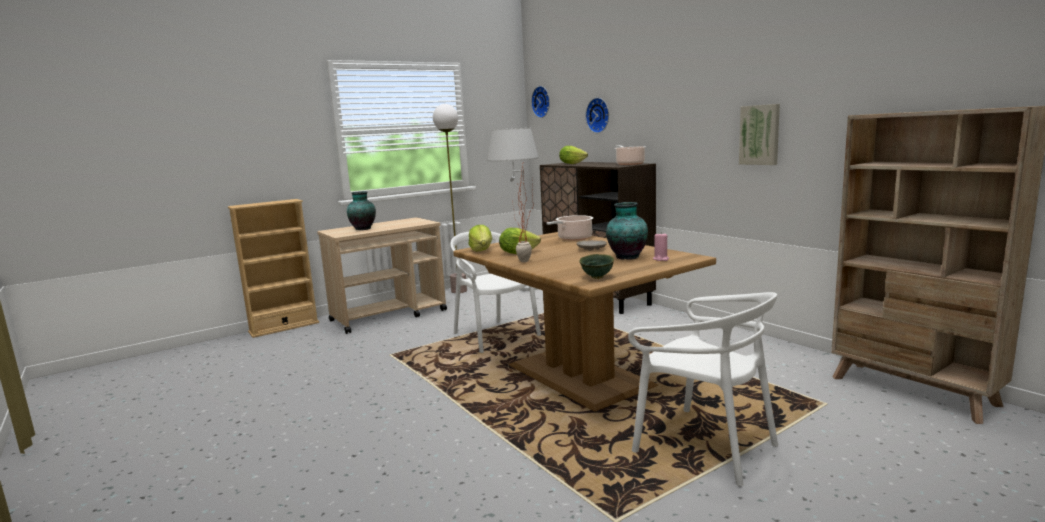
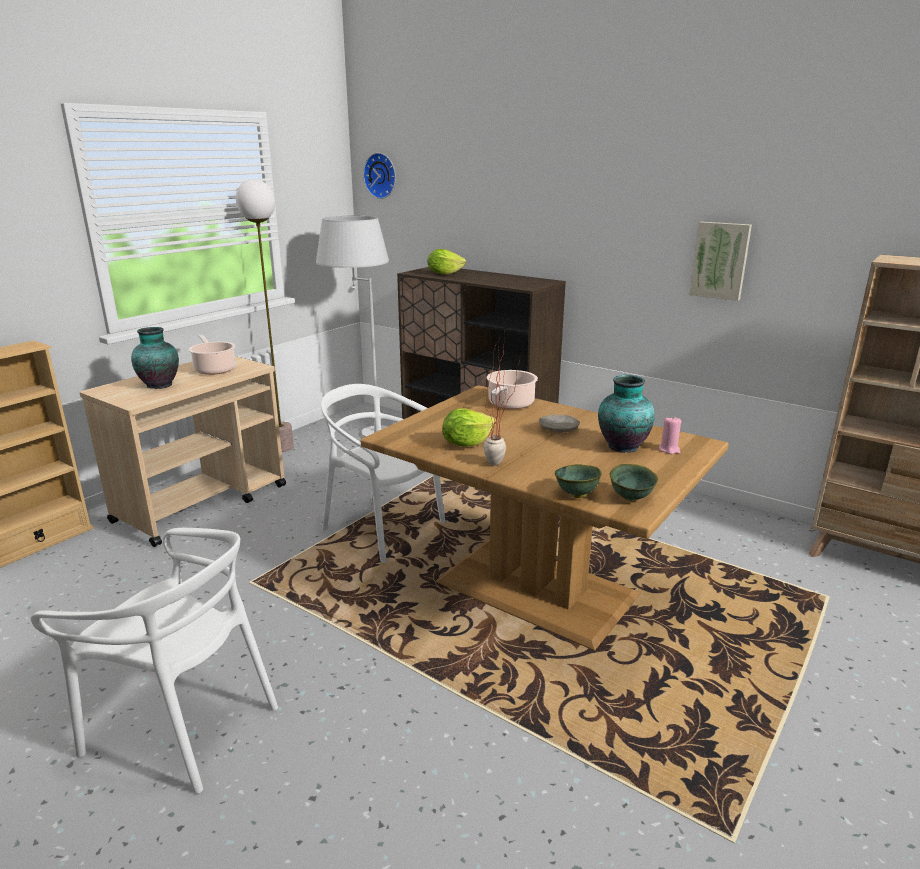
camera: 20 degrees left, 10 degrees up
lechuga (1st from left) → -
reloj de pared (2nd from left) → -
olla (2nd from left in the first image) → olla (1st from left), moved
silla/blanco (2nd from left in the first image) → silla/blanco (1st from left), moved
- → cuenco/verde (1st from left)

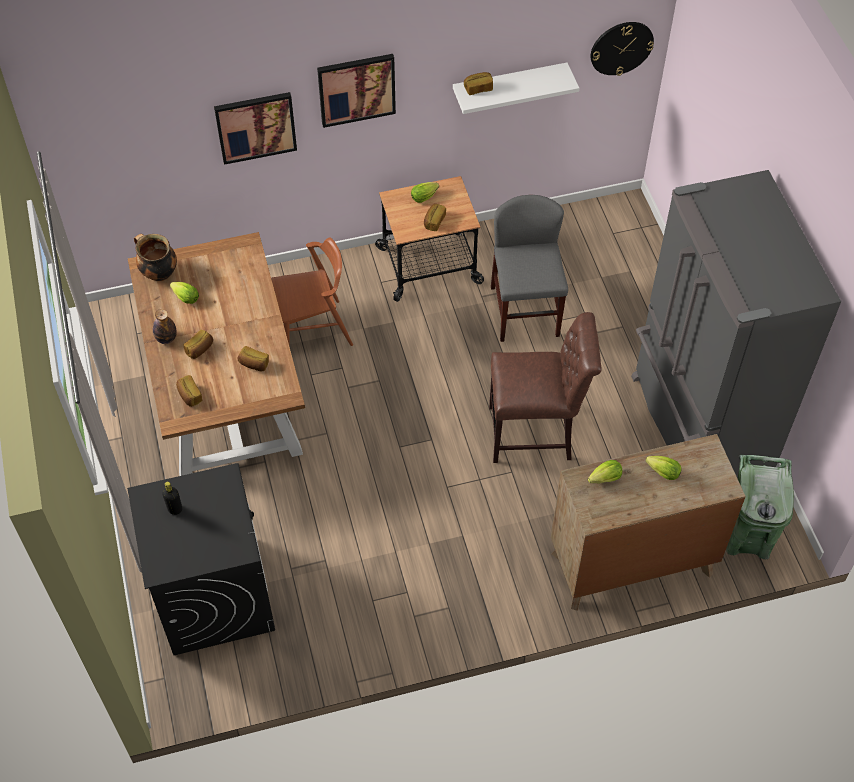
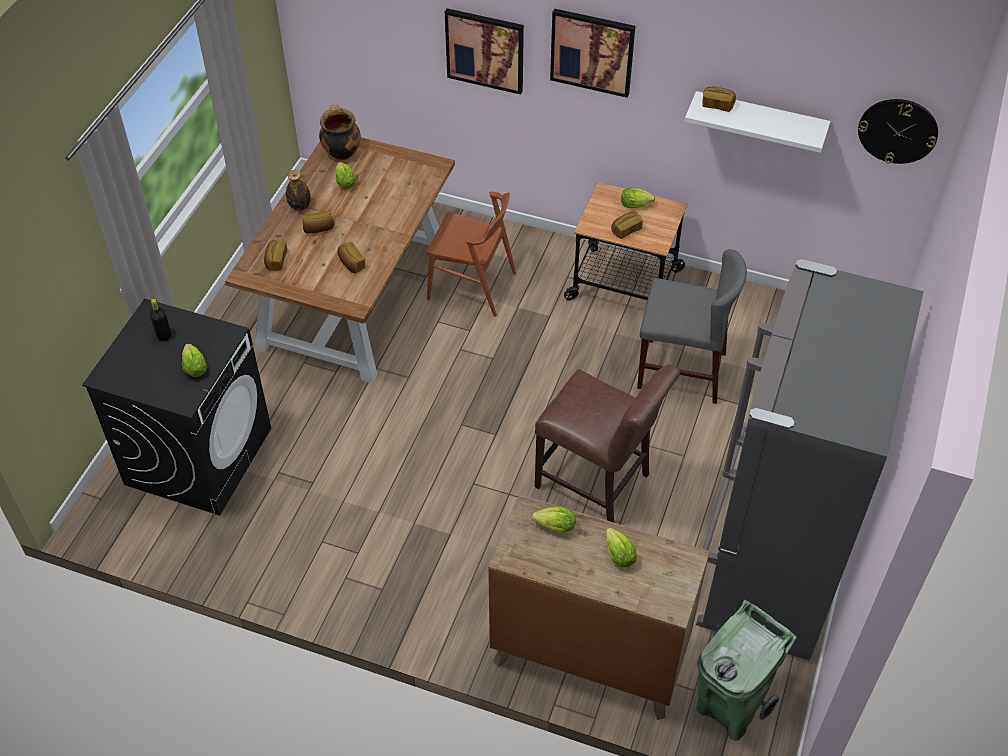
camera: 35 degrees right, 5 degrees down
silla/gris, 75 degrees clockwise
- → lechuga (1st from left)

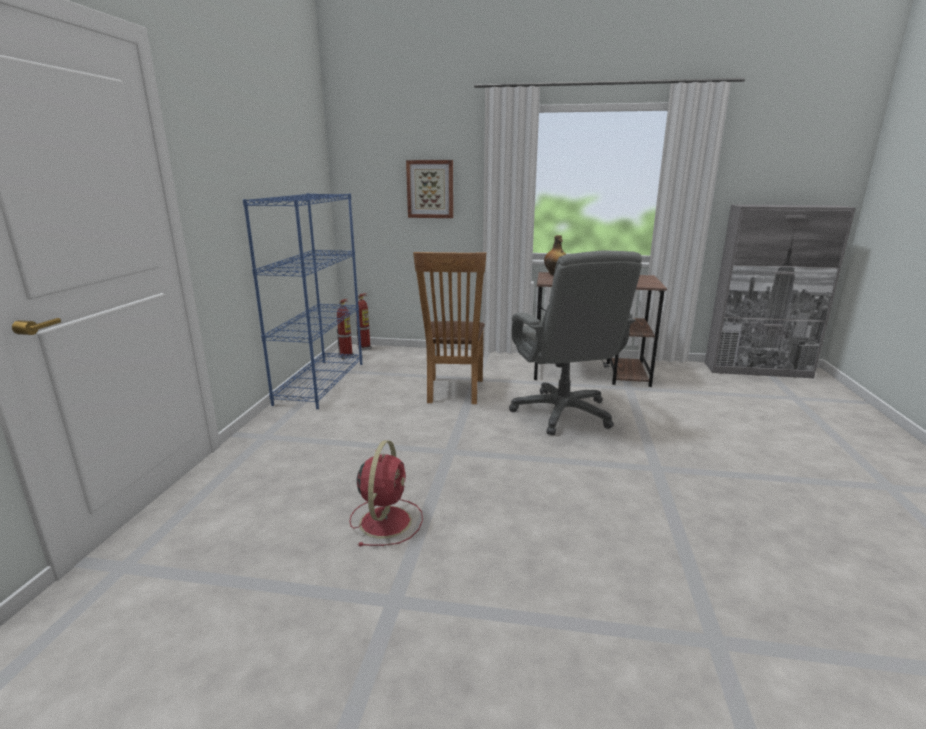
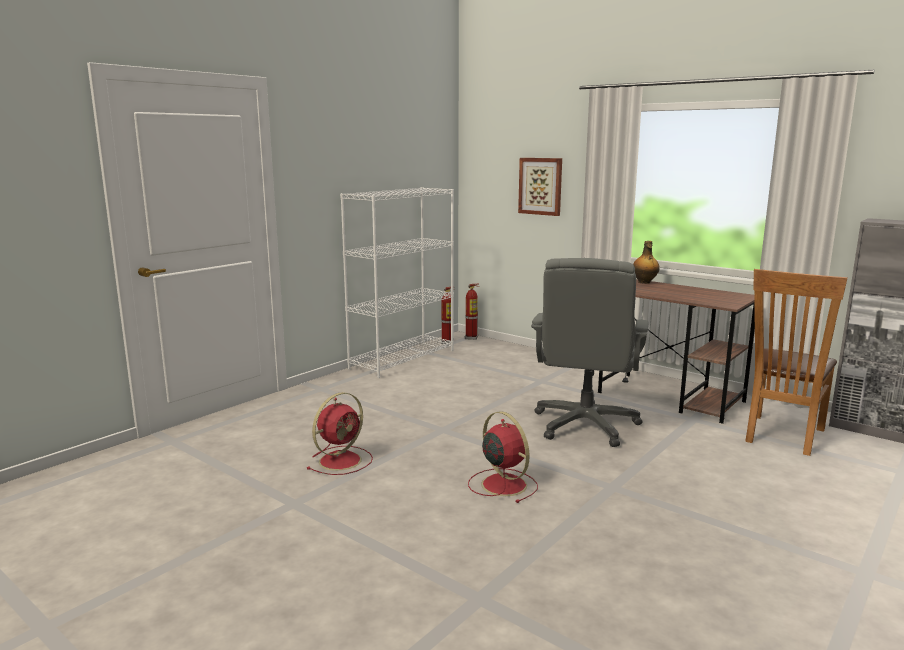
camera: 30 degrees right, 5 degrees down
estantería/azul → estantería/blanco
silla/marrón, moved
- → ventilador/rojo (2nd from left)

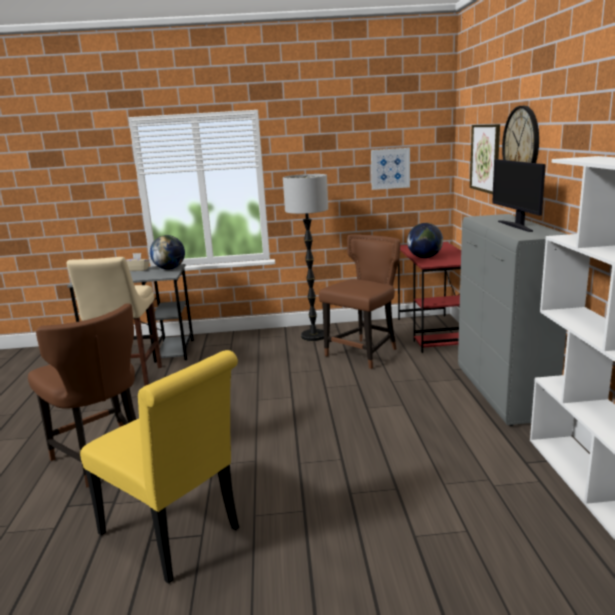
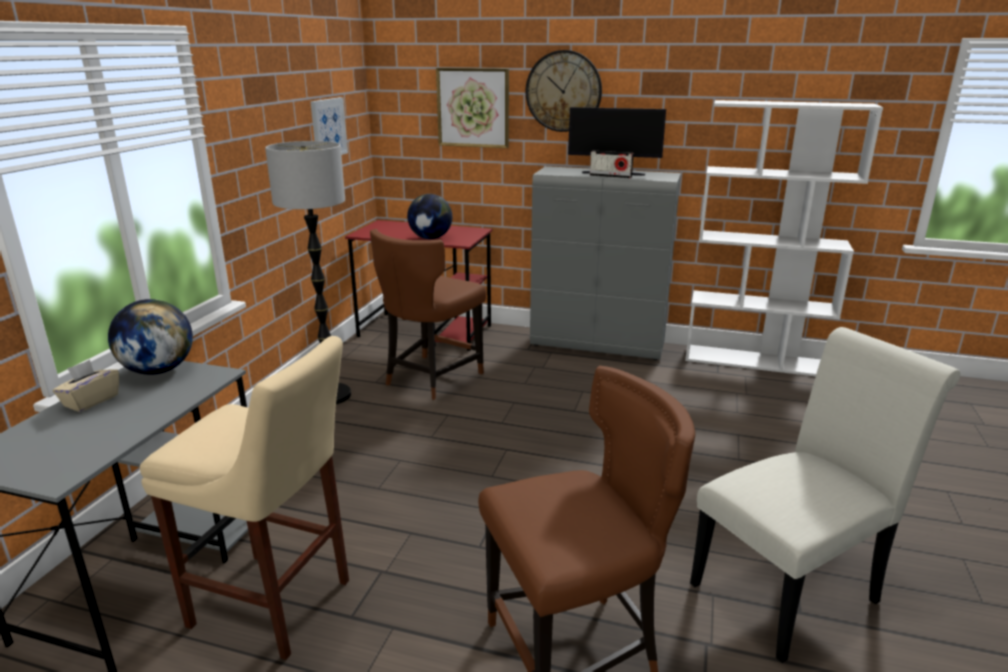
camera: 70 degrees left, 5 degrees up
silla/amarillo → silla/blanco
silla/marrón (2nd from left in the first image) → silla/marrón (1st from left), 120 degrees counterclockwise
- → radio

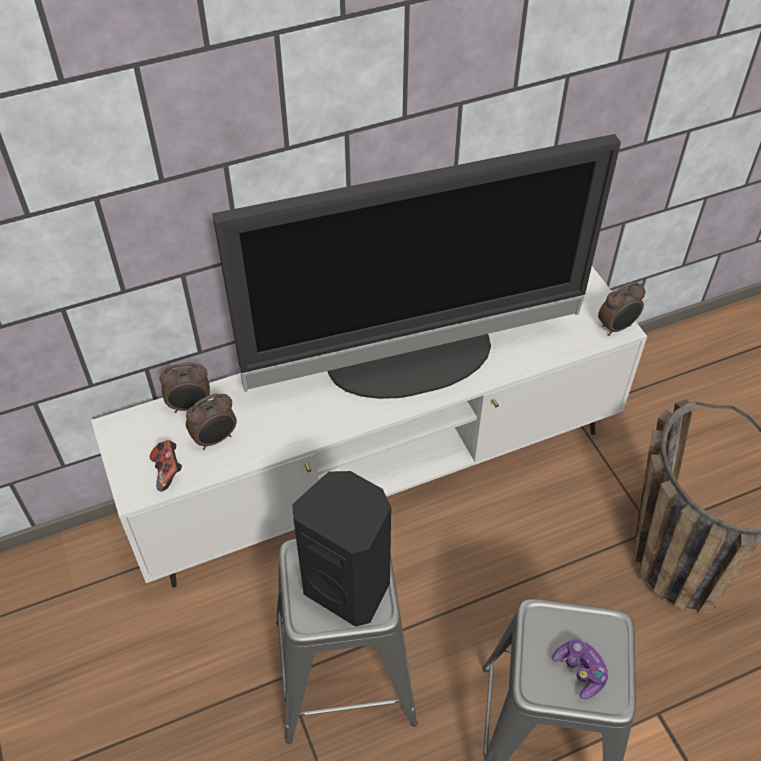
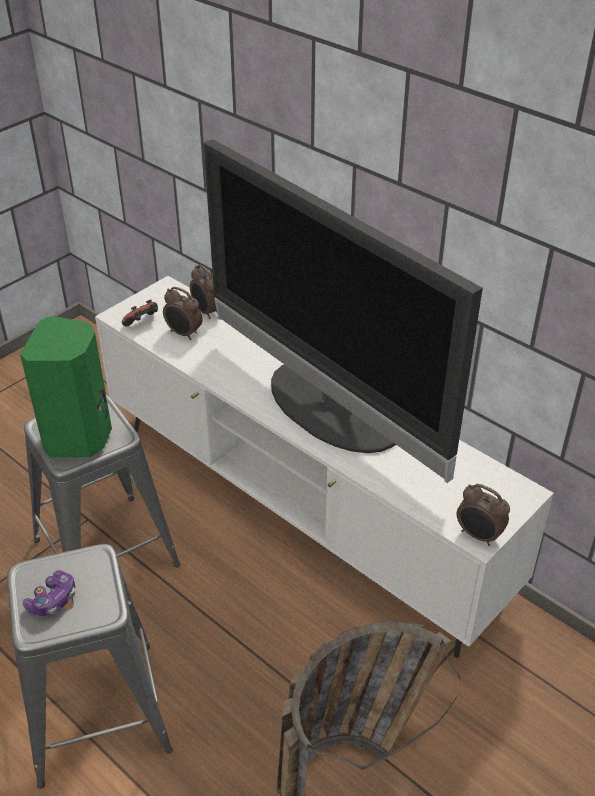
camera: 65 degrees right, 10 degrees down
altavoz/negro → altavoz/verde

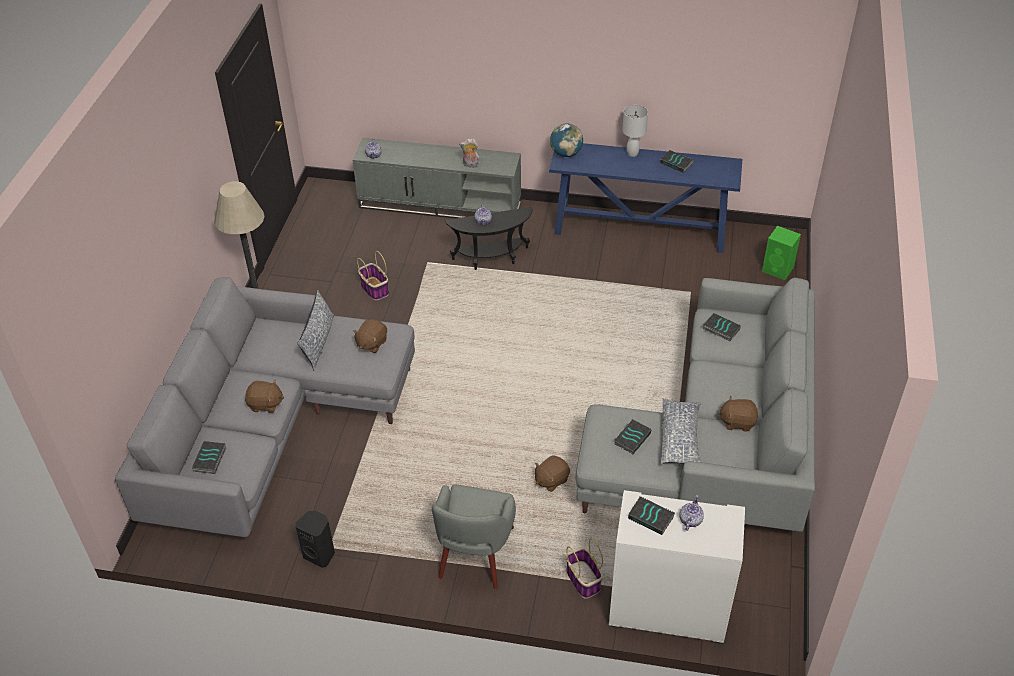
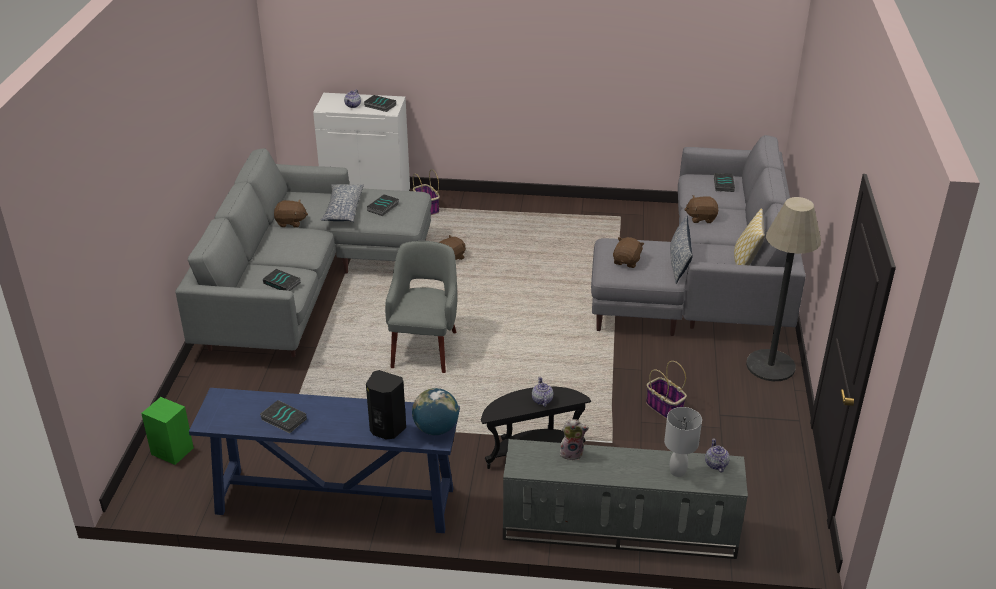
camera: 175 degrees right, 10 degrees down
altavoz/negro, moved
sillón/gris, moved
lámpara de mesa/blanco, moved
- → cojín (3rd from left)

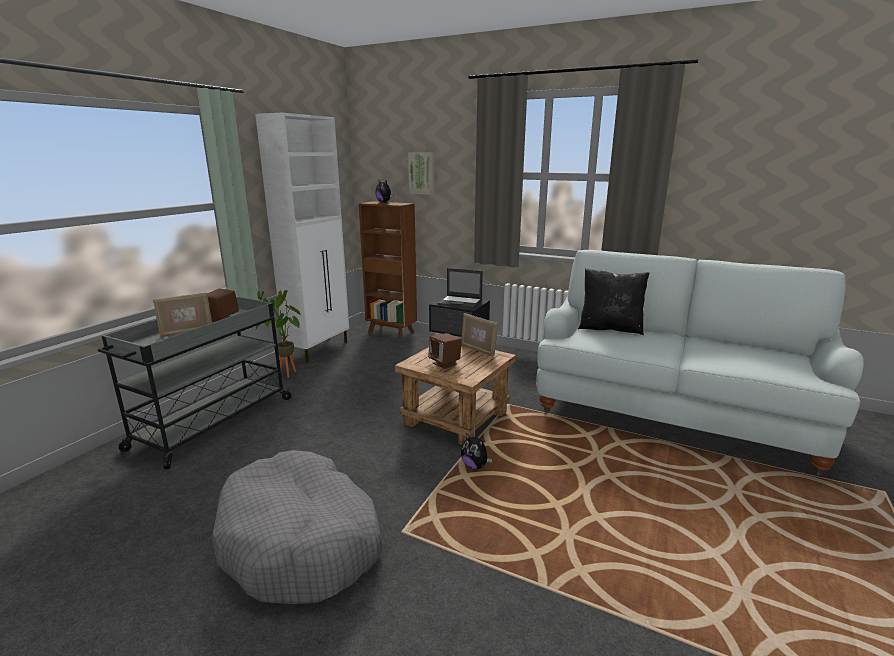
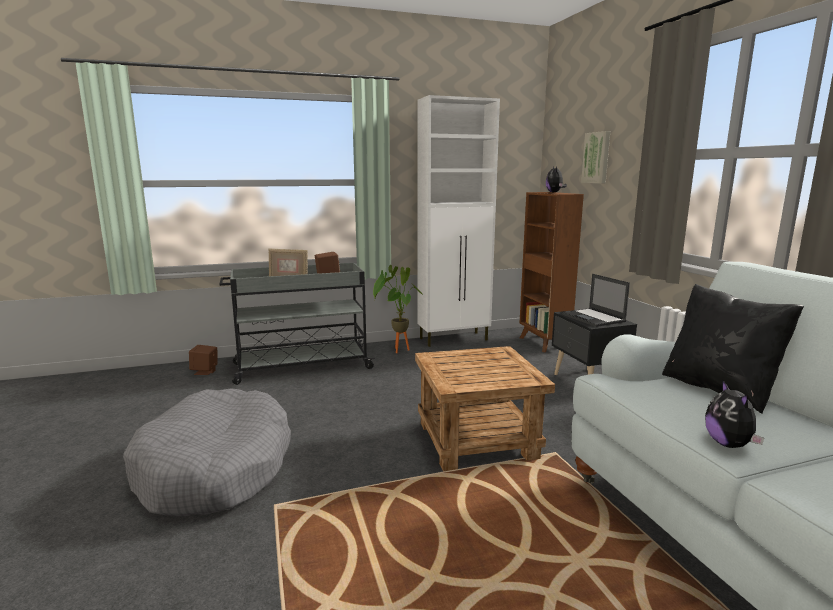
camera: 45 degrees right, 5 degrees down
altavoz/marrón (2nd from left in the first image) → altavoz/marrón (1st from left), moved
portarretratos (2nd from left) → -
peluche (2nd from left), moved

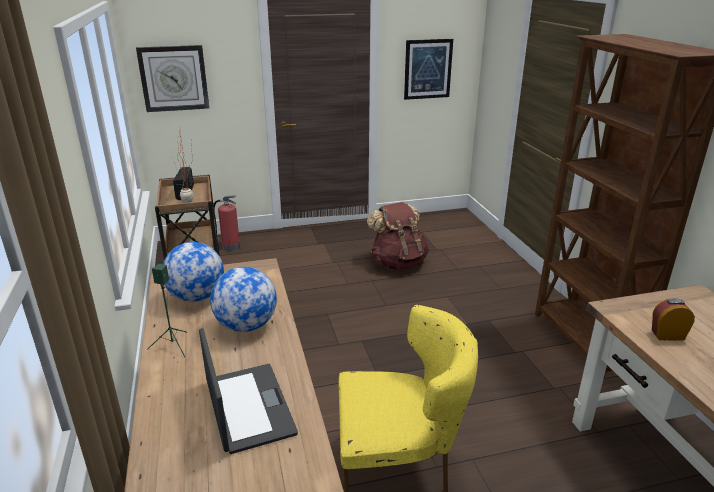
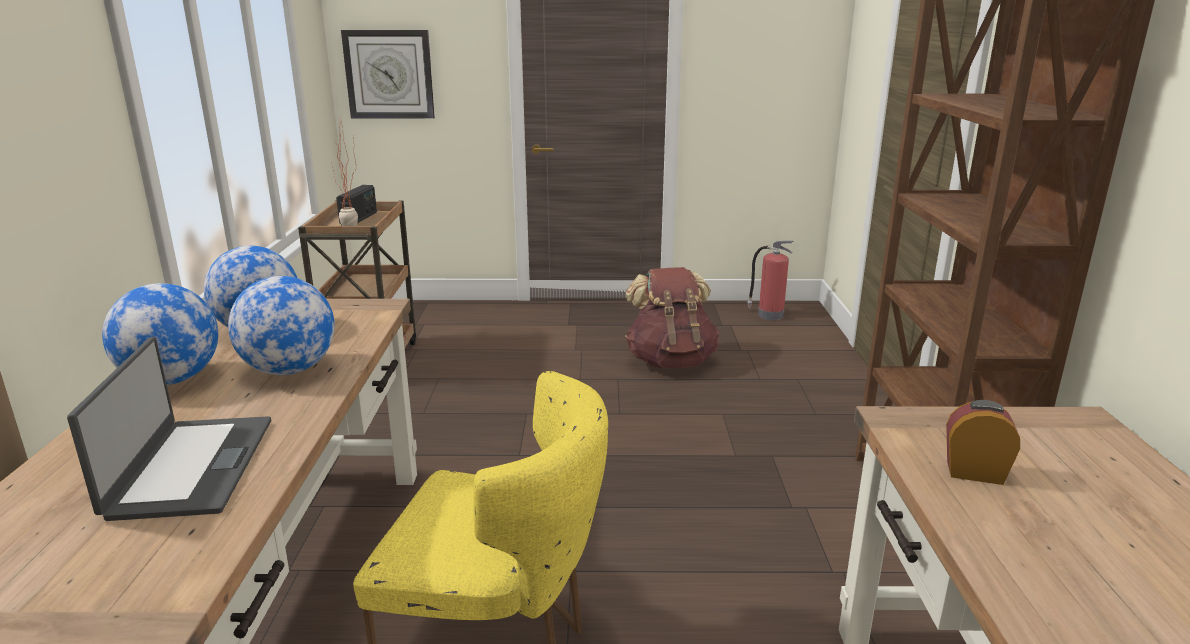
camera: 15 degrees right, 5 degrees down
altavoz/verde → globo terráqueo (1st from left)
extintor, moved
cuadro → -

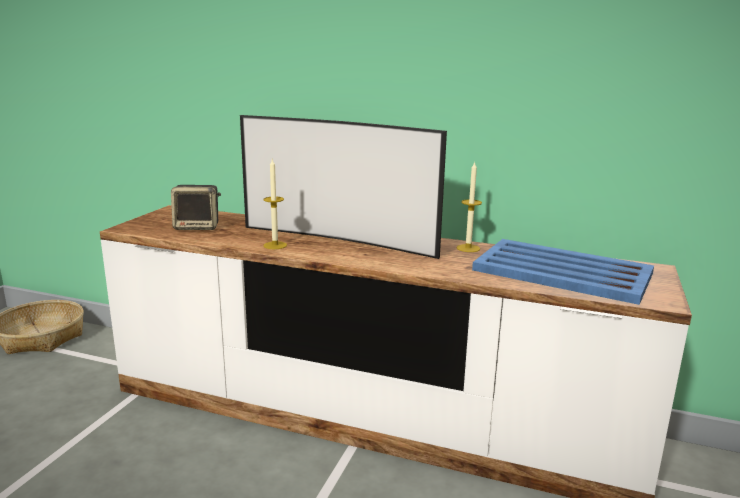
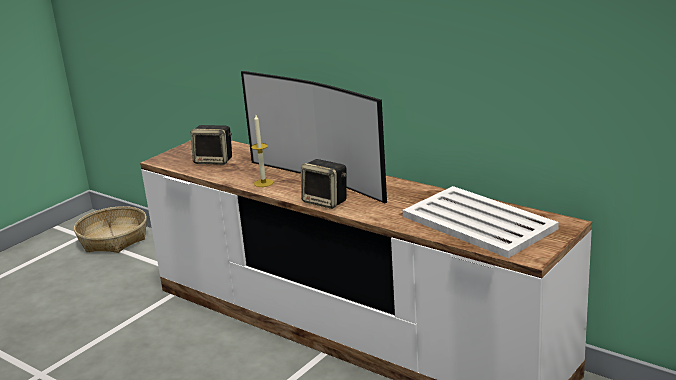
camera: 20 degrees right, 5 degrees up
vela (2nd from left) → -
bandeja/azul → bandeja/blanco
- → altavoz (2nd from left)

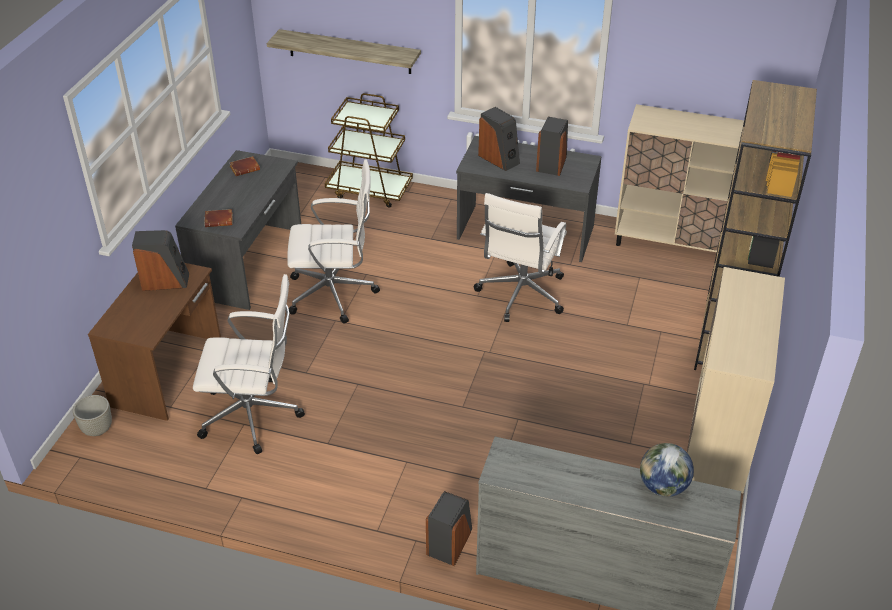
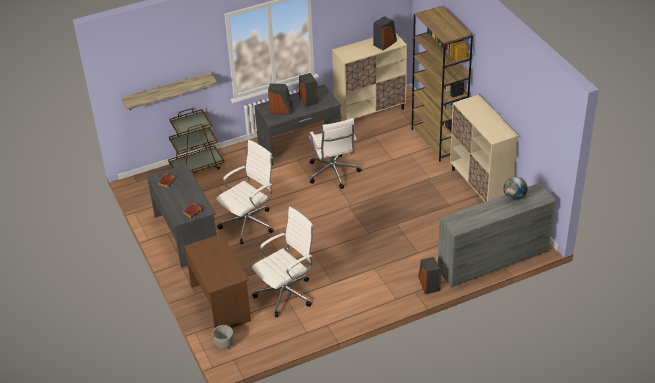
camera: 40 degrees left, 0 degrees up
altavoz (1st from left in the first image) → altavoz (3rd from left), moved

